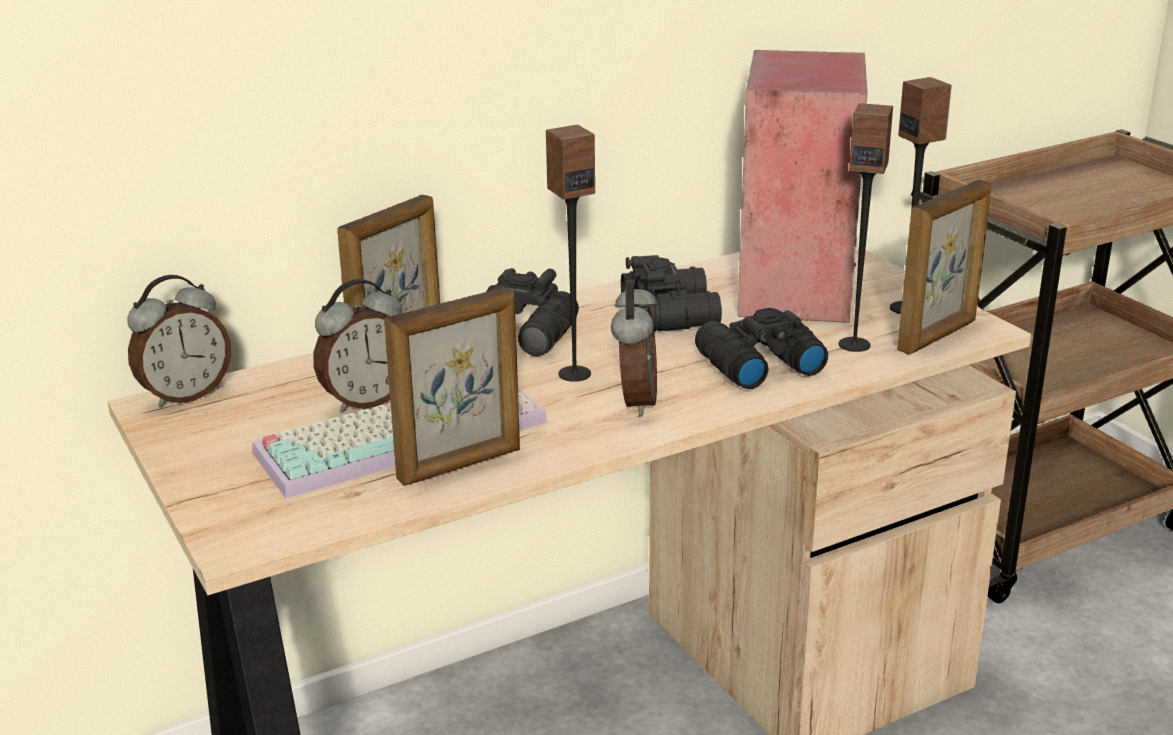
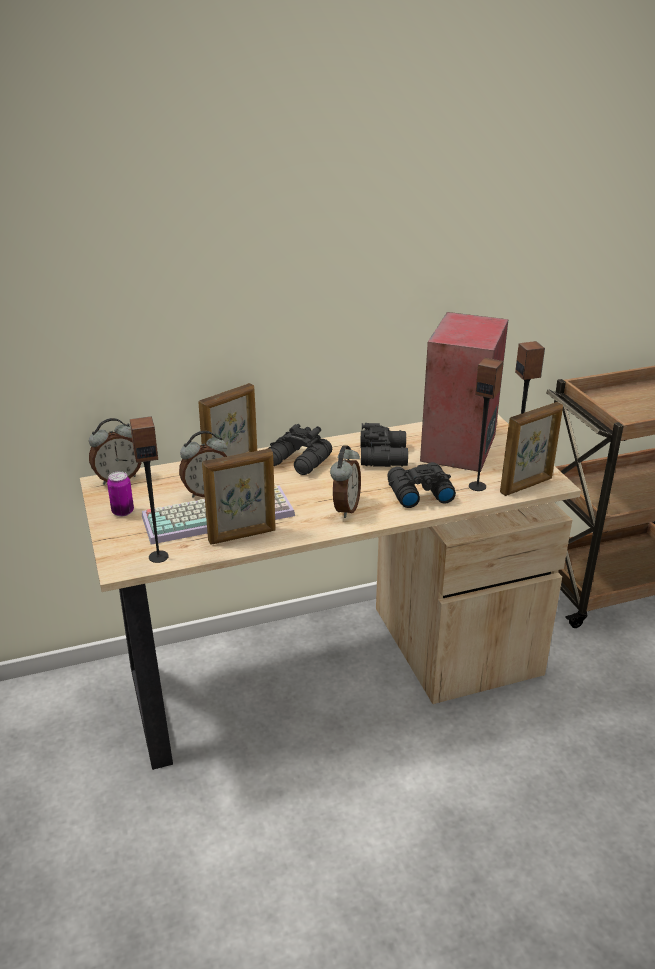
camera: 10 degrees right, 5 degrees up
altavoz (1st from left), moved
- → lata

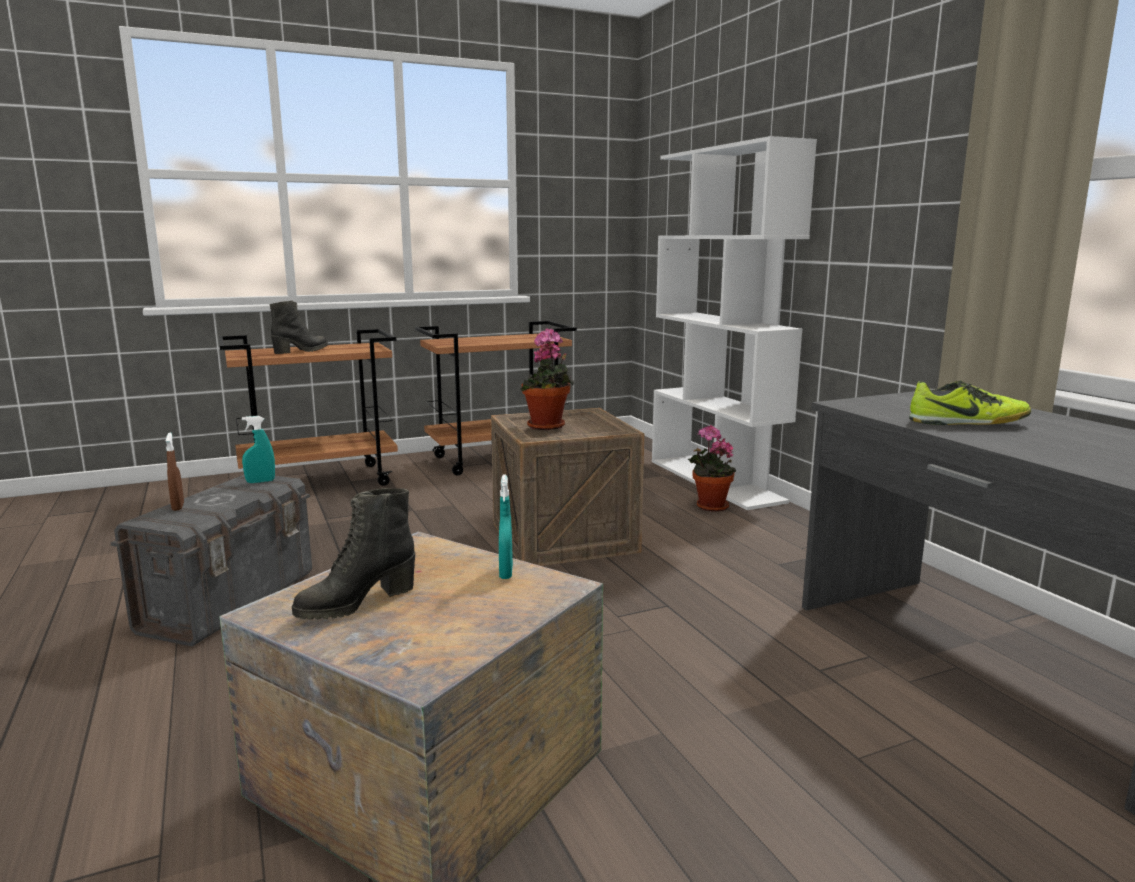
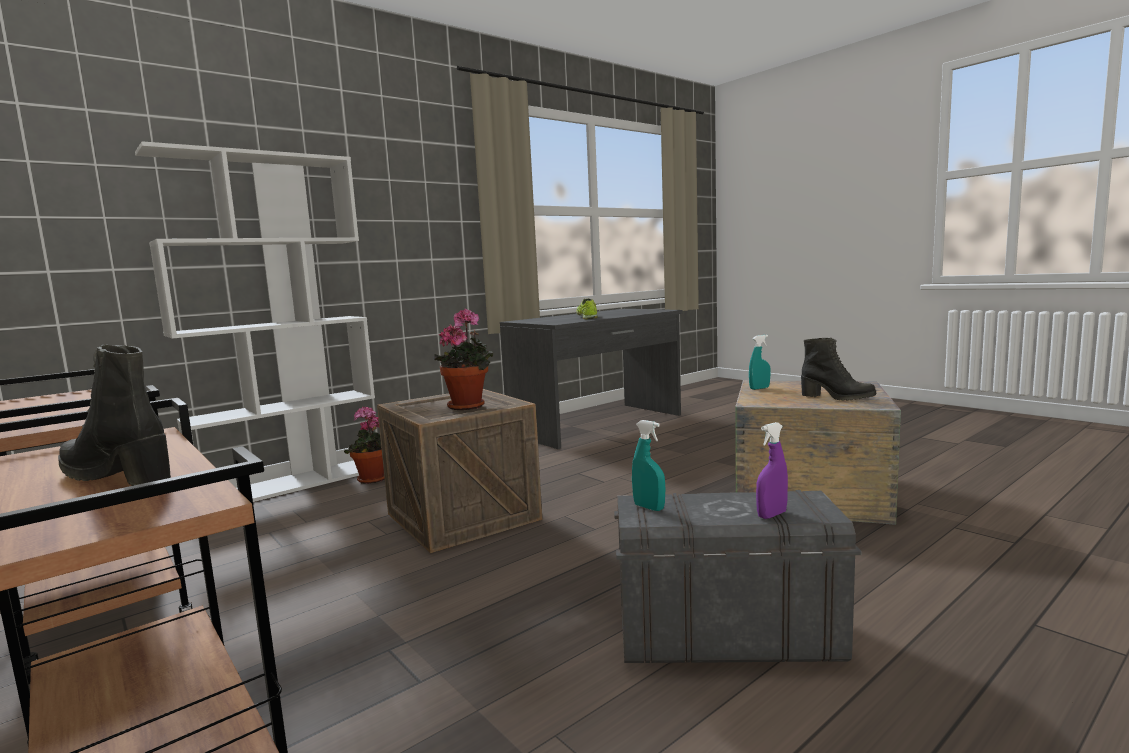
camera: 105 degrees left, 5 degrees down
pulverizador/marrón → pulverizador/morado

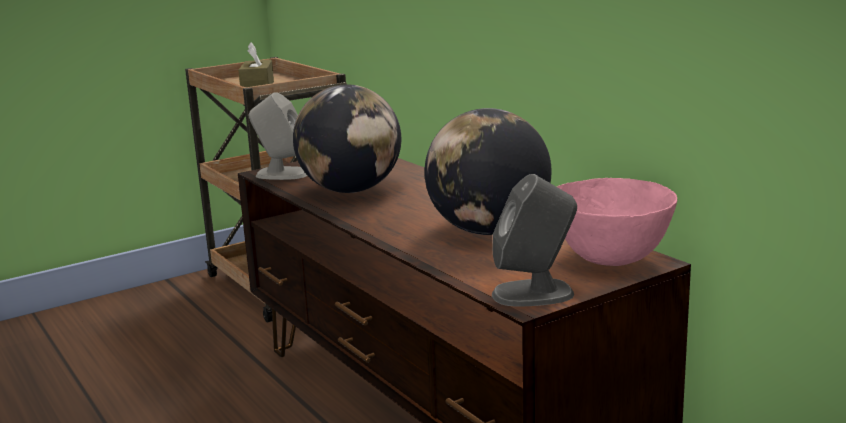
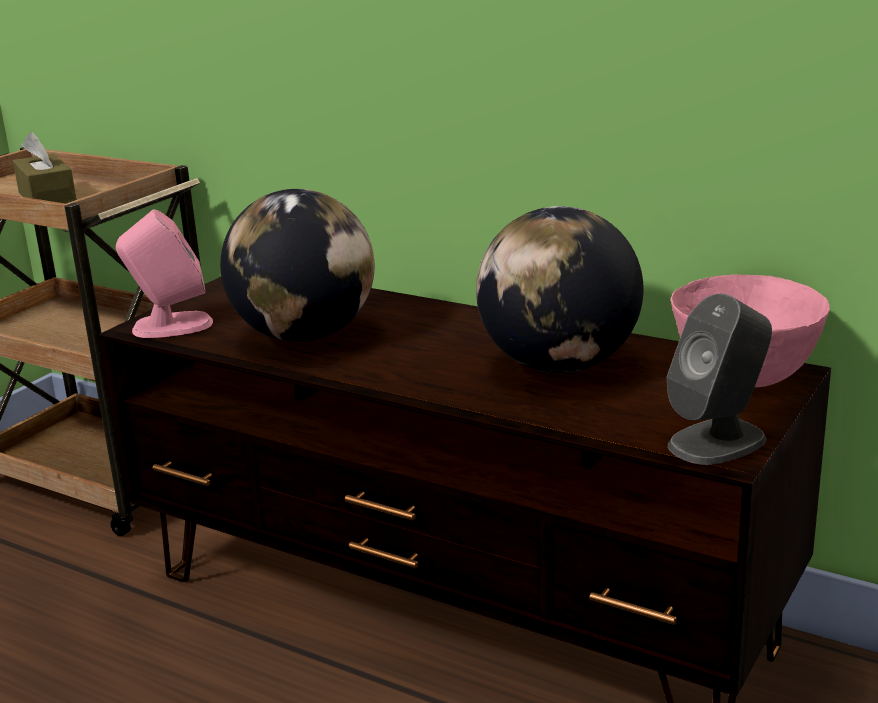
camera: 25 degrees left, 5 degrees up
altavoz/gris (1st from left) → altavoz/rosa

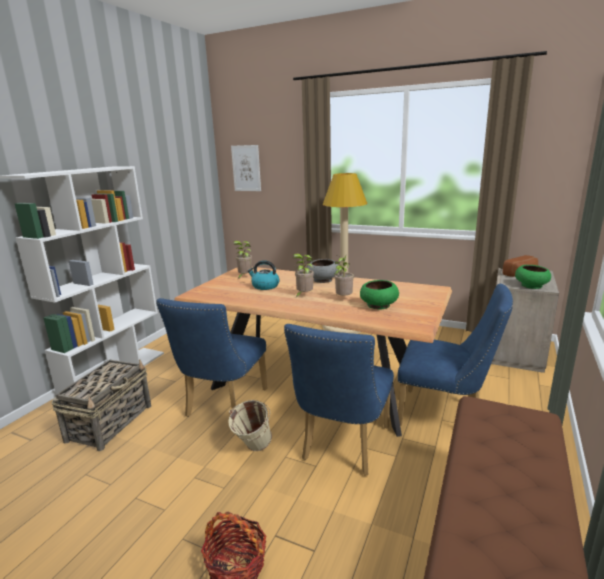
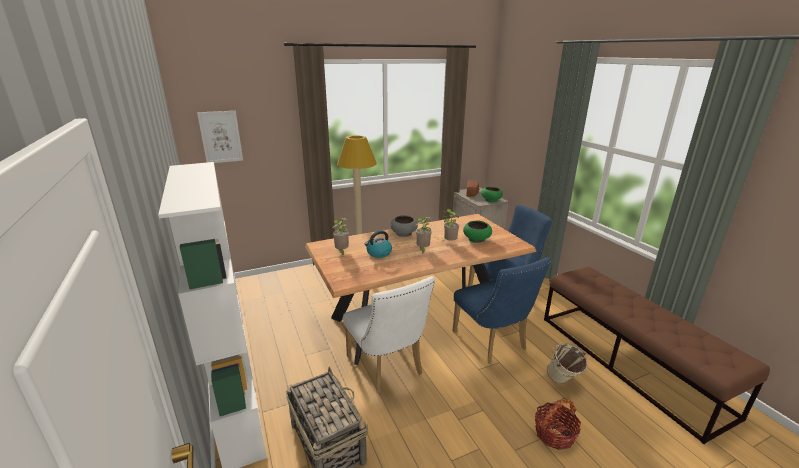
camera: 50 degrees left, 5 degrees up
silla/azul (1st from left) → silla/blanco
cubo/beis, moved

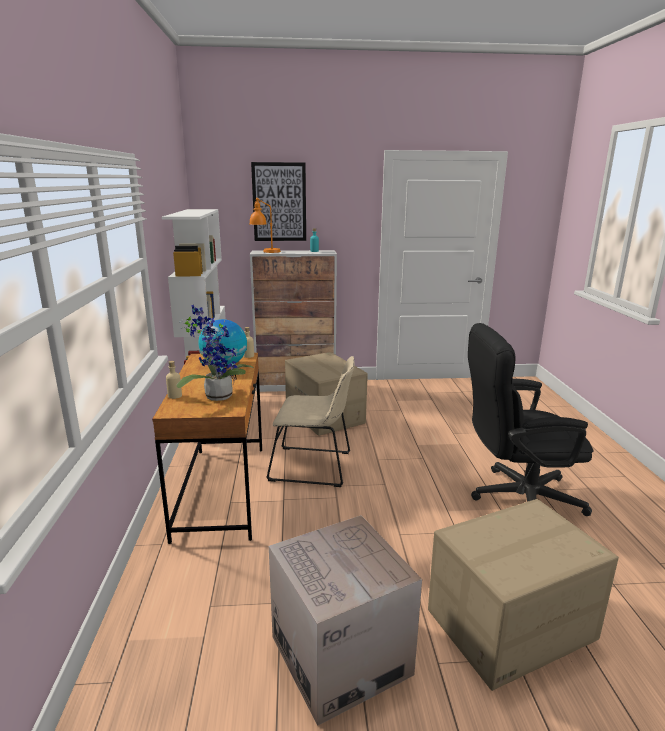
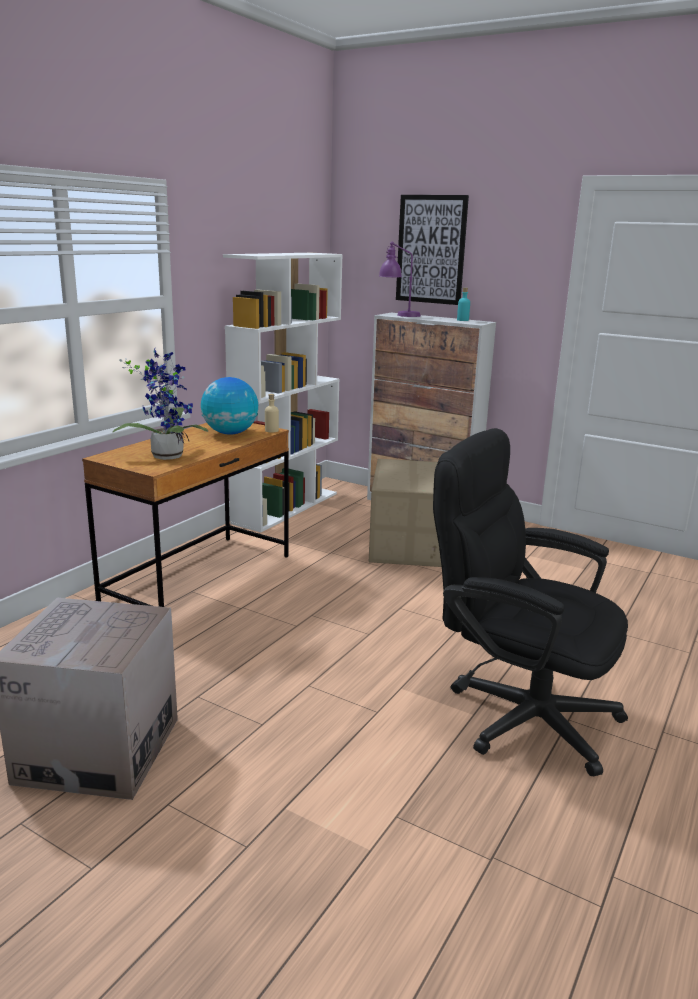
camera: 35 degrees right, 0 degrees up
botella/beis (1st from left) → -
lámpara de mesa/naranja → lámpara de mesa/morado
silla/beis → -
caja de cartón (3rd from left) → -

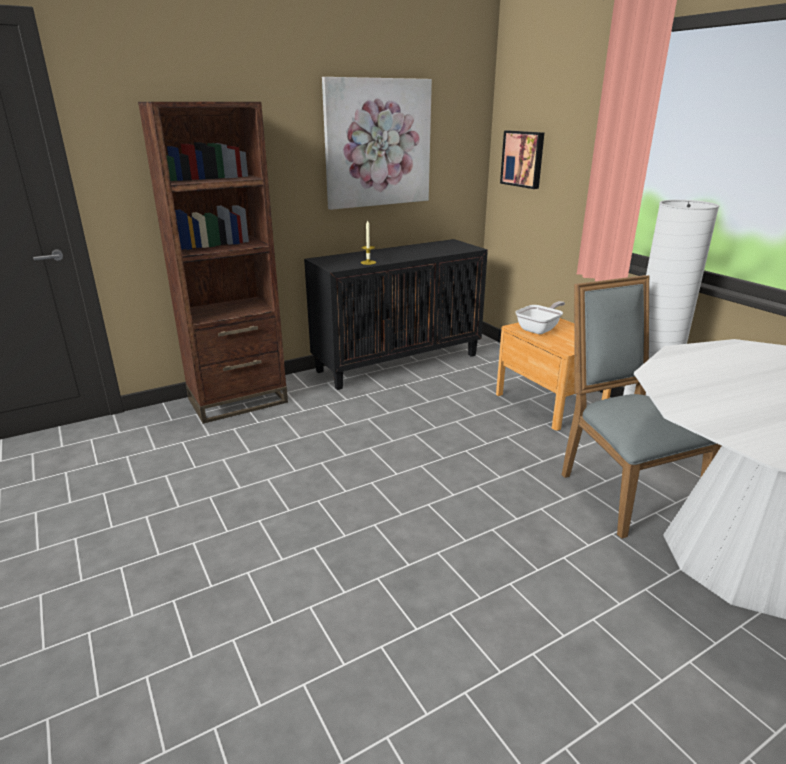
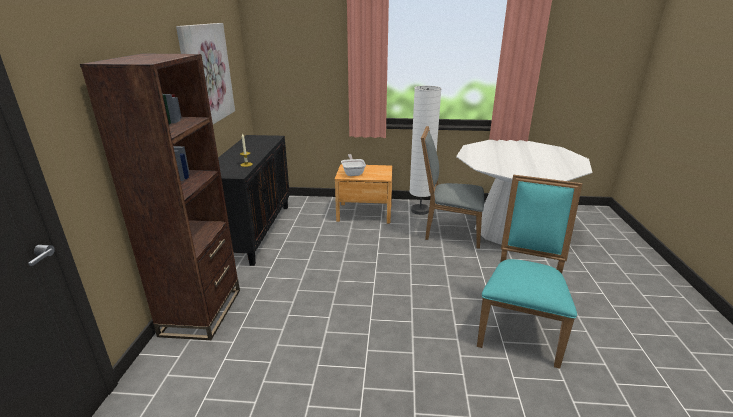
camera: 55 degrees left, 0 degrees up
cuadro (2nd from left) → -
- → silla/turquesa

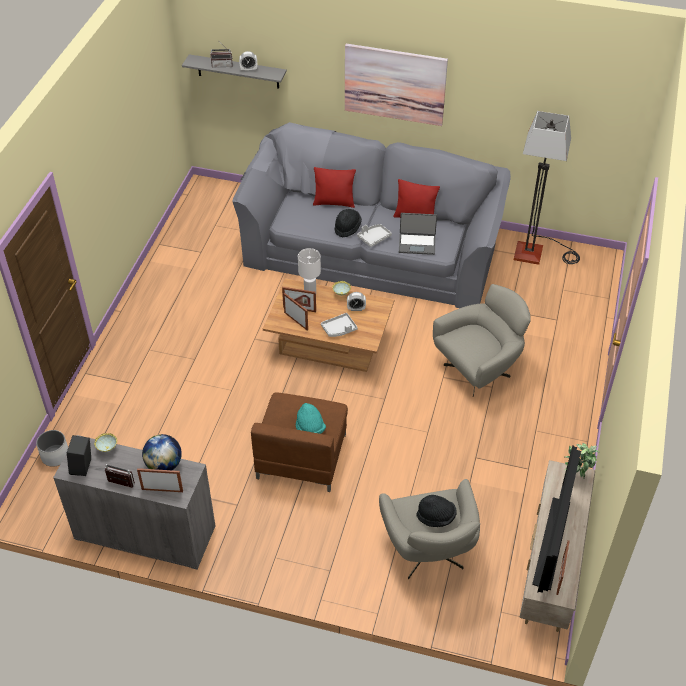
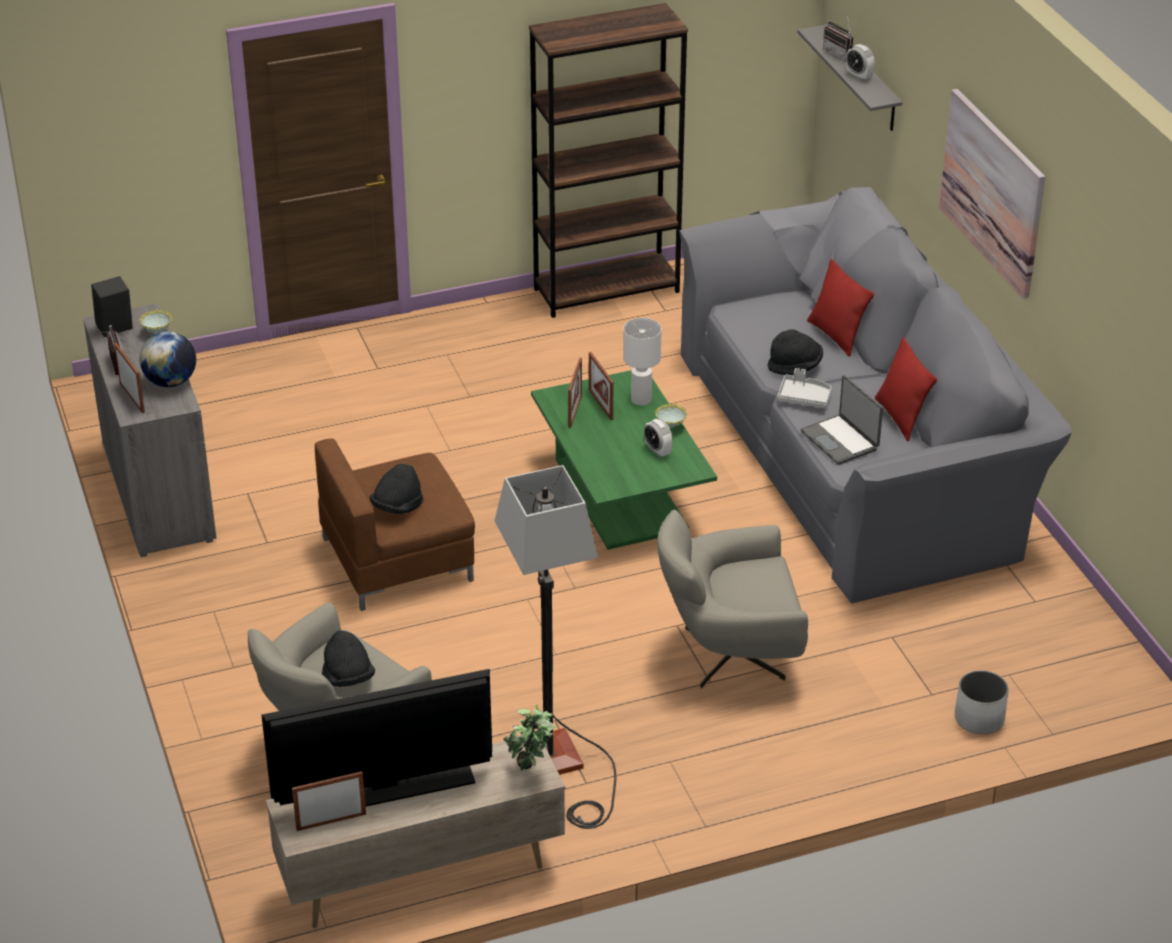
camera: 55 degrees right, 10 degrees down
maceta/blanco, moved
mesa de centro/marrón → mesa de centro/verde
sombrero/turquesa → sombrero/negro (2nd from left)
bandeja/gris (1st from left) → -
sillón/gris (2nd from left), 150 degrees clockwise
lámpara de pie, moved
- → estantería/marrón

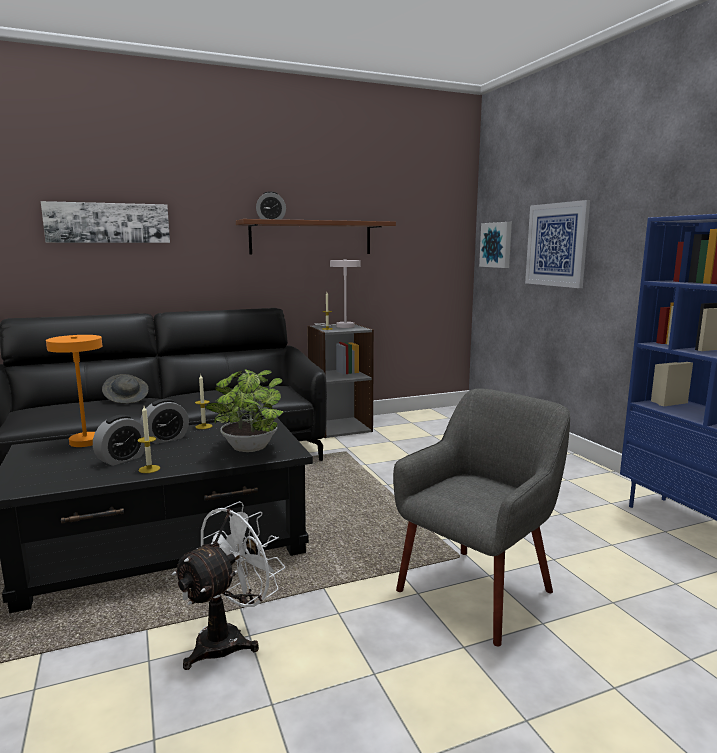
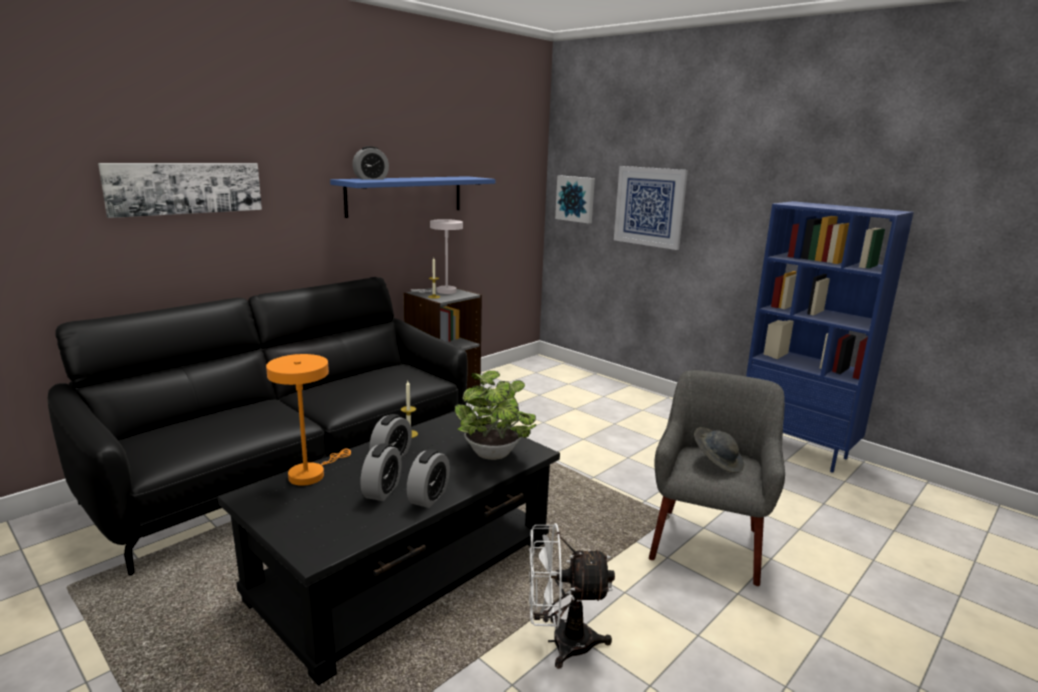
camera: 25 degrees left, 5 degrees up
sombrero/gris, moved
vela (1st from left) → despertador (4th from left)
ventilador/blanco, 105 degrees counterclockwise
estante/marrón → estante/azul

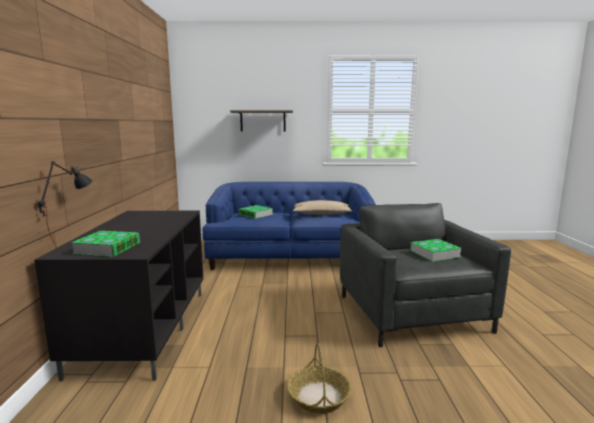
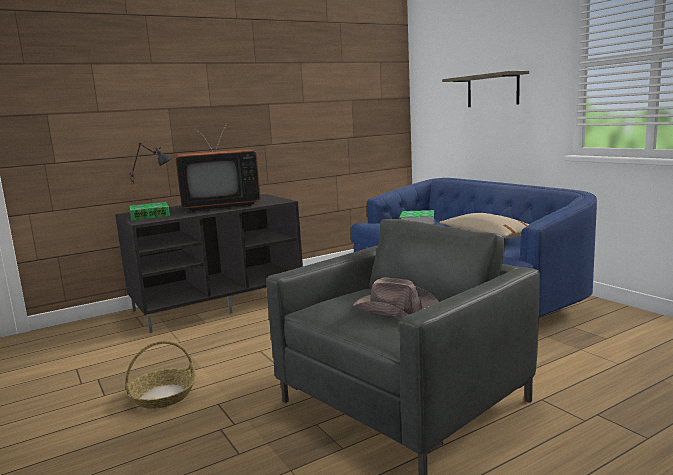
camera: 60 degrees right, 0 degrees up
libro (3rd from left) → sombrero/marrón
- → televisor

